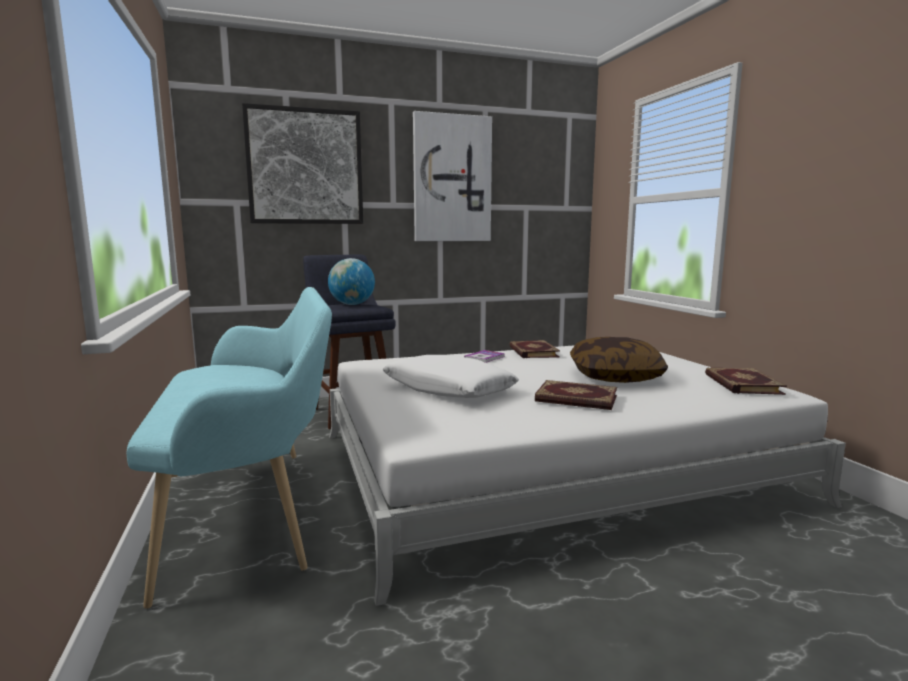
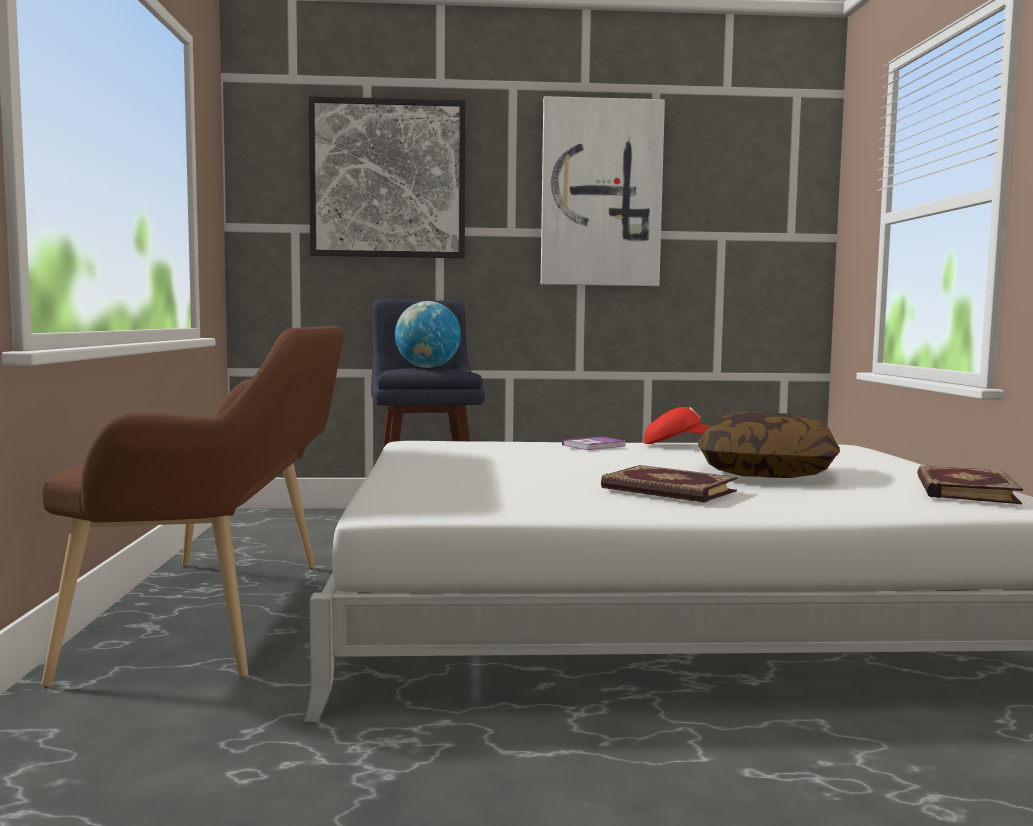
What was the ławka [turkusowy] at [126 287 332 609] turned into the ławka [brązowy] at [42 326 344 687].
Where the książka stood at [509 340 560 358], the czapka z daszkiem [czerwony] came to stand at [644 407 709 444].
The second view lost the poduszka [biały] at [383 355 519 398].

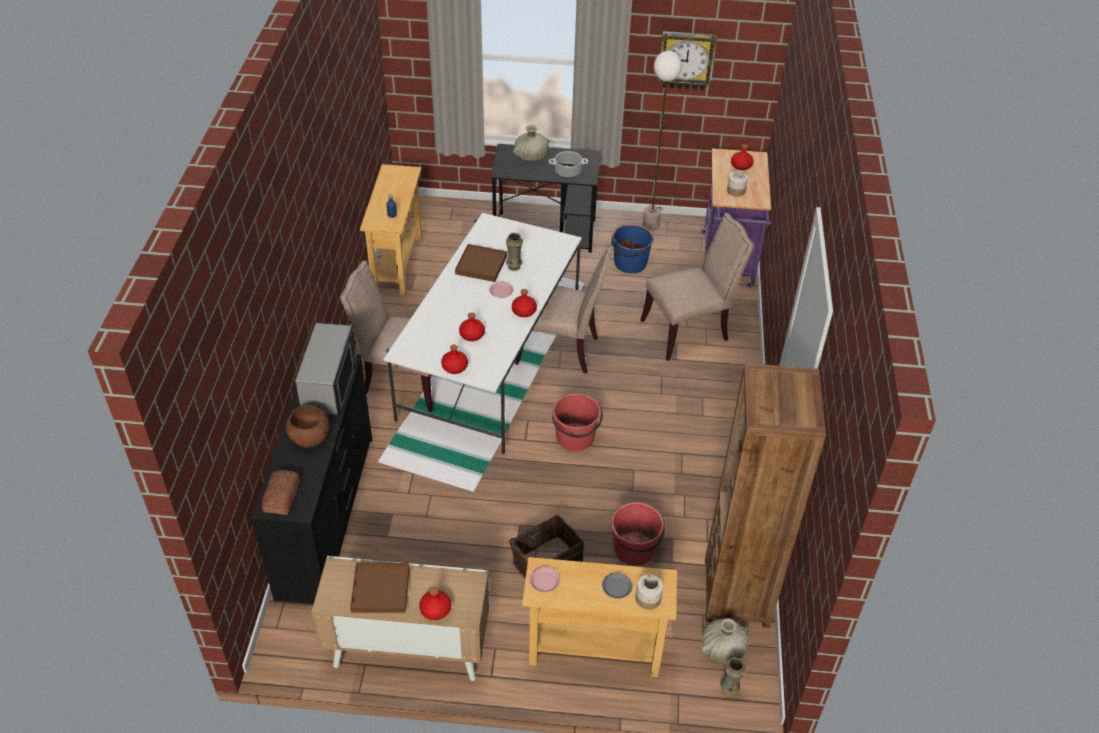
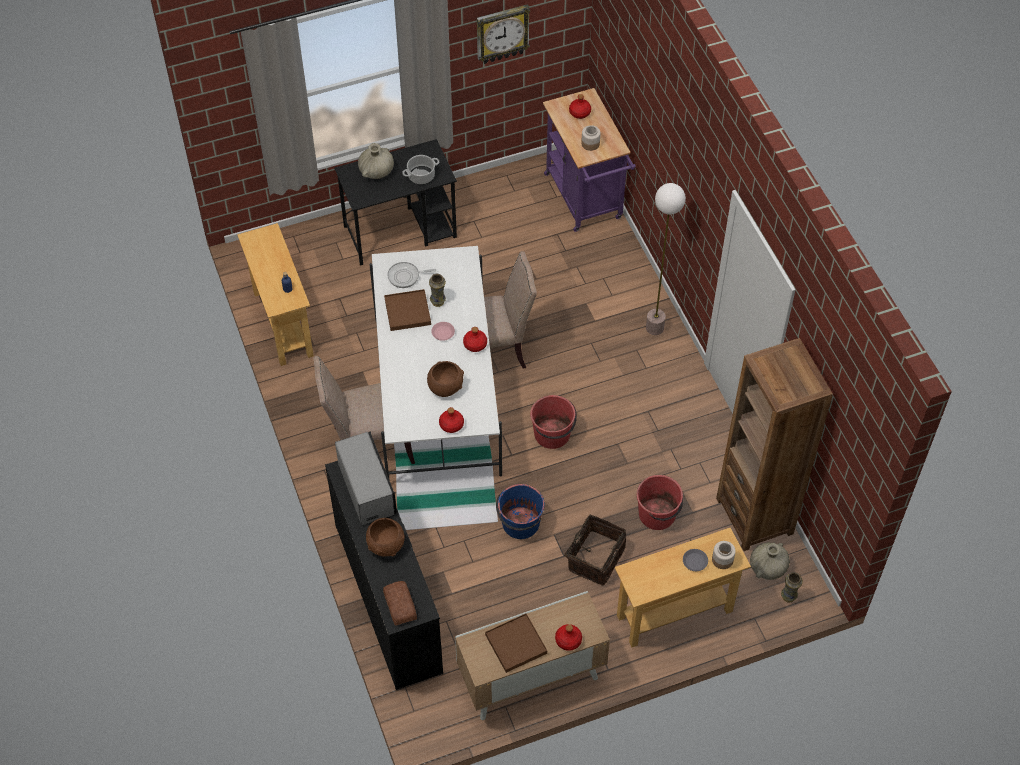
The second view gained the patelnia at [387 262 436 288].
Where the butelka [czerwony] stood at [459 312 485 341], the miska [brązowy] came to stand at [427 361 464 397].
The wiadro [niebieski] ended up elsewhere, having gone from [611 224 654 273] to [496 484 545 539].
The lampa stojąca ended up elsewhere, having gone from [643 51 682 230] to [646 183 686 335].
The second view lost the talerz [różowy] at [530 567 560 592].
The second view lost the krzesło [beżowy] at [640 213 754 361].

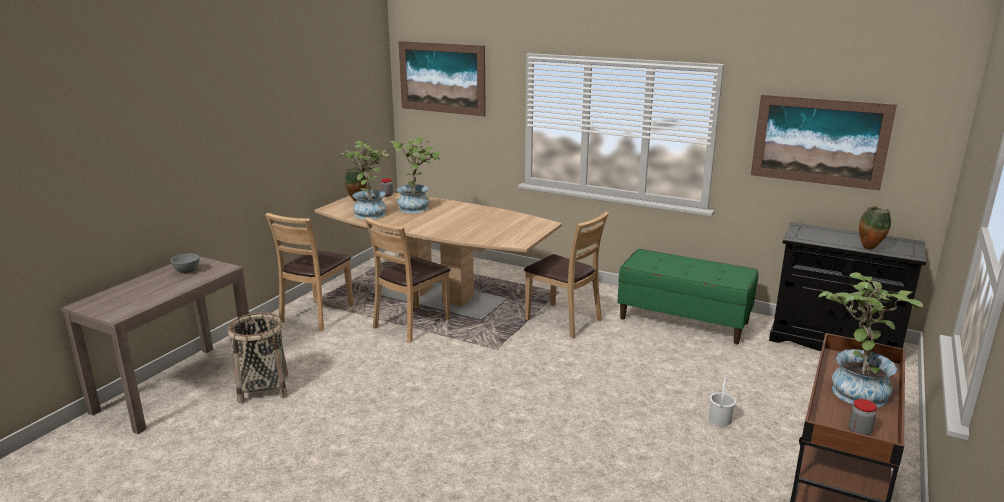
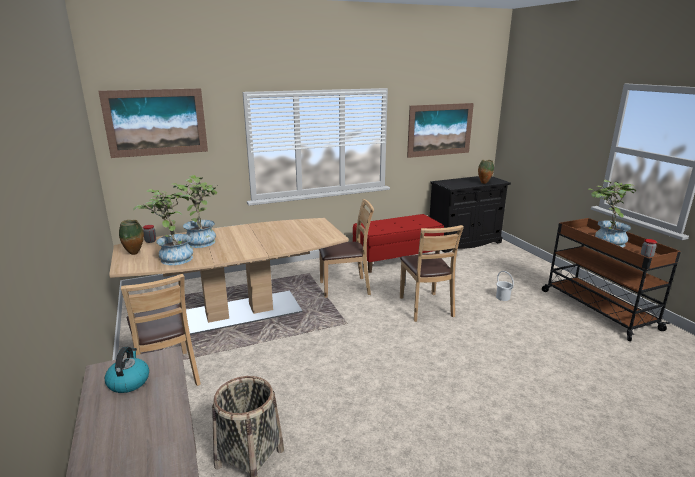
Where the miska [szary] stood at [171 254 199 273], the czajnik came to stand at [105 347 149 393].
What was the ławka [zielony] at [617 249 758 344] turned into the ławka [czerwony] at [353 214 444 273].
The krzesło [brązowy] ended up elsewhere, having gone from [364 217 451 343] to [400 225 464 322].

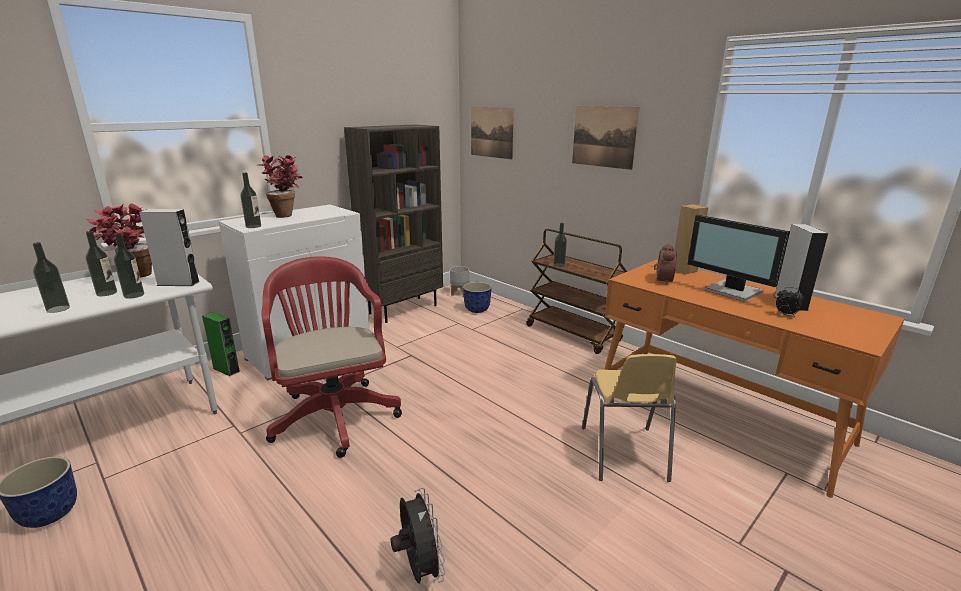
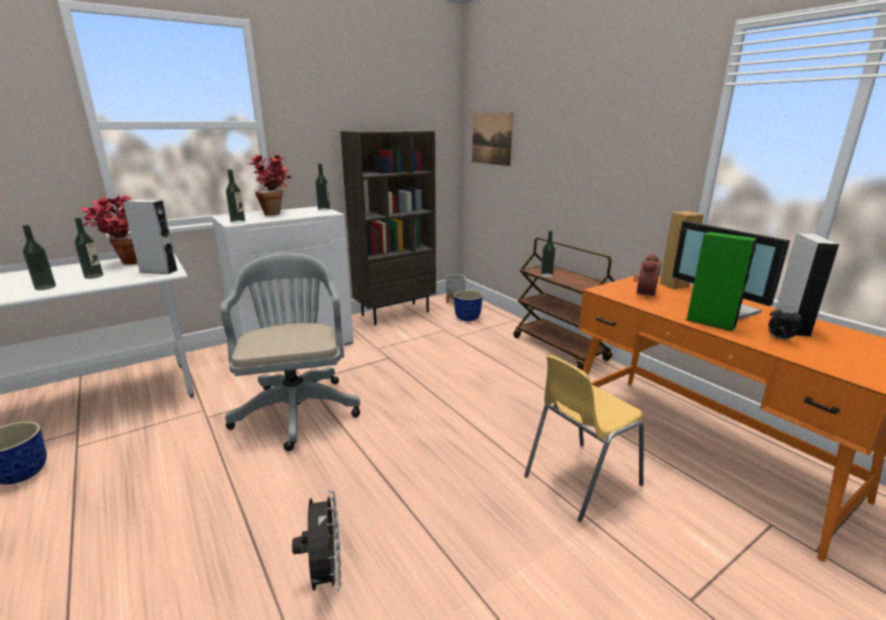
What was the krzesło biurowe [czerwony] at [261 256 402 458] turned into the krzesło biurowe [szary] at [220 252 360 451].
The butelka ended up elsewhere, having gone from [114 233 144 299] to [315 163 330 211].
The krzesło [żółty] at [582 354 677 482] ended up facing another way, 45 degrees clockwise from before.
The głośnik [zielony] ended up elsewhere, having gone from [202 312 240 376] to [686 232 757 332].
The second view lost the obraz at [572 106 640 170].

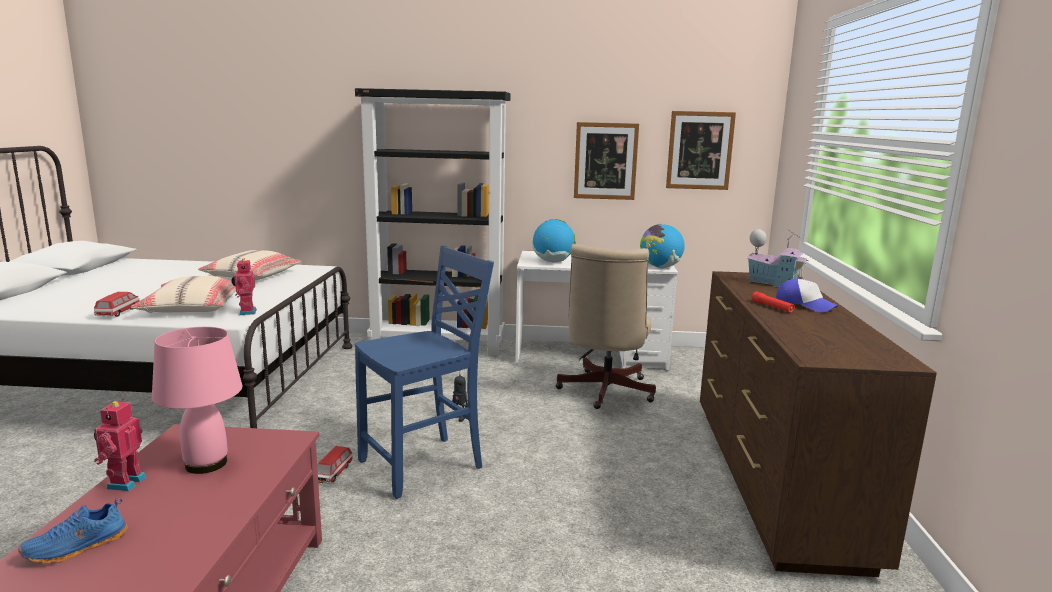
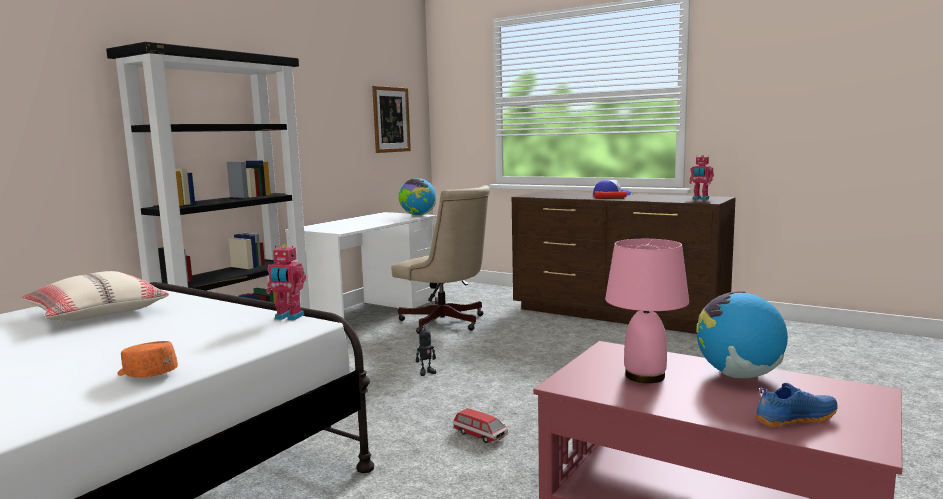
Where the samochodzik stood at [94 292 139 317], the czapka z daszkiem [pomarańczowy] came to stand at [118 341 178 378].
The robot zabawkowy ended up elsewhere, having gone from [94 398 146 491] to [689 155 714 200].
The globus ended up elsewhere, having gone from [532 219 576 262] to [696 291 788 378].
The but [niebieski] at [18 498 128 564] ended up facing another way, 90 degrees counterclockwise from before.
The second view lost the poduszka [beżowy] at [131 276 236 313].
The second view lost the krzesło [niebieski] at [355 245 494 499].
The second view lost the obraz at [574 122 639 200].
The second view lost the domek at [746 229 808 287].

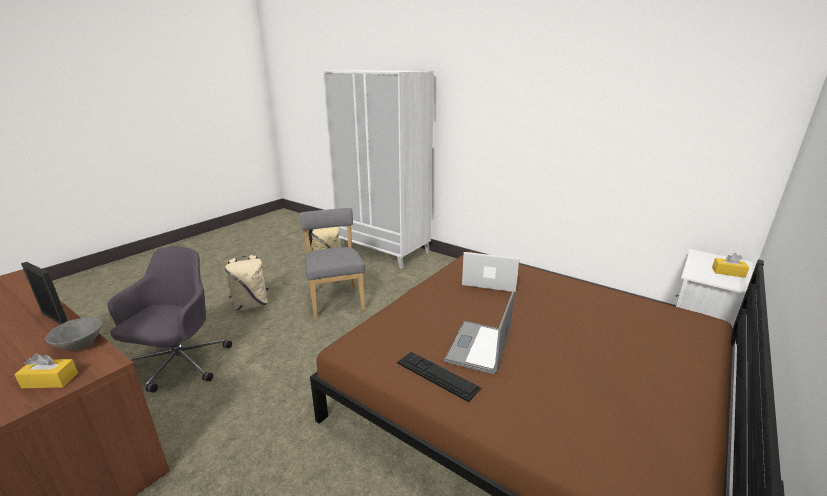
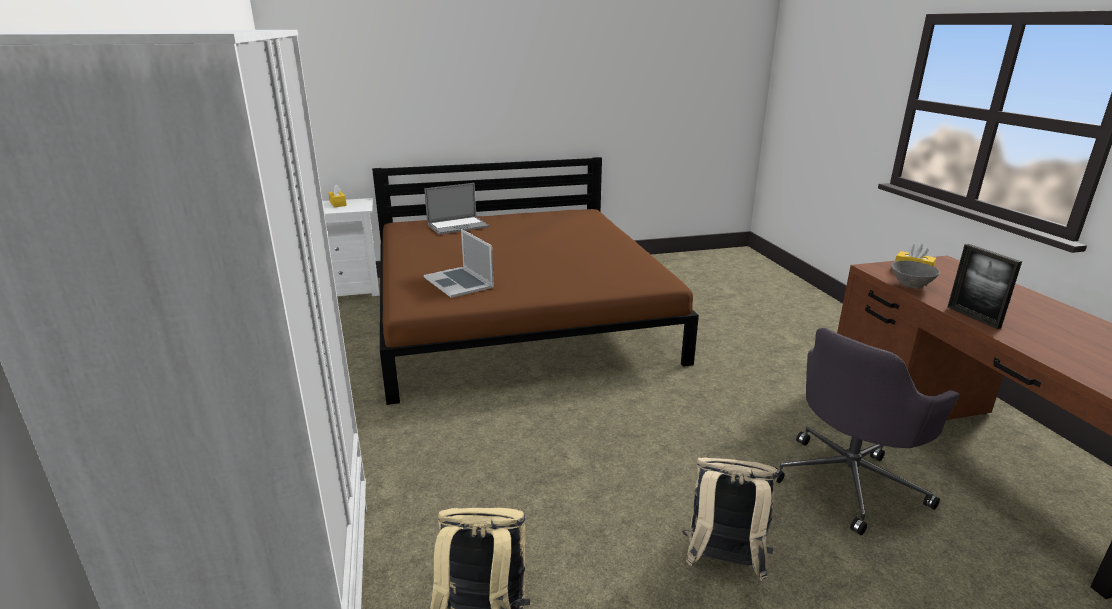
The laptop ended up elsewhere, having gone from [444 291 514 374] to [424 183 489 235].
The second view lost the krzesło [szary] at [299 208 365 318].
The second view lost the klawiatura at [397 352 481 402].

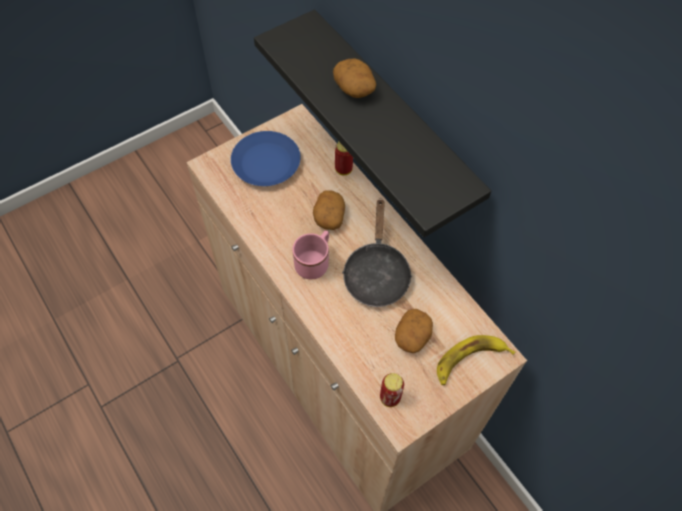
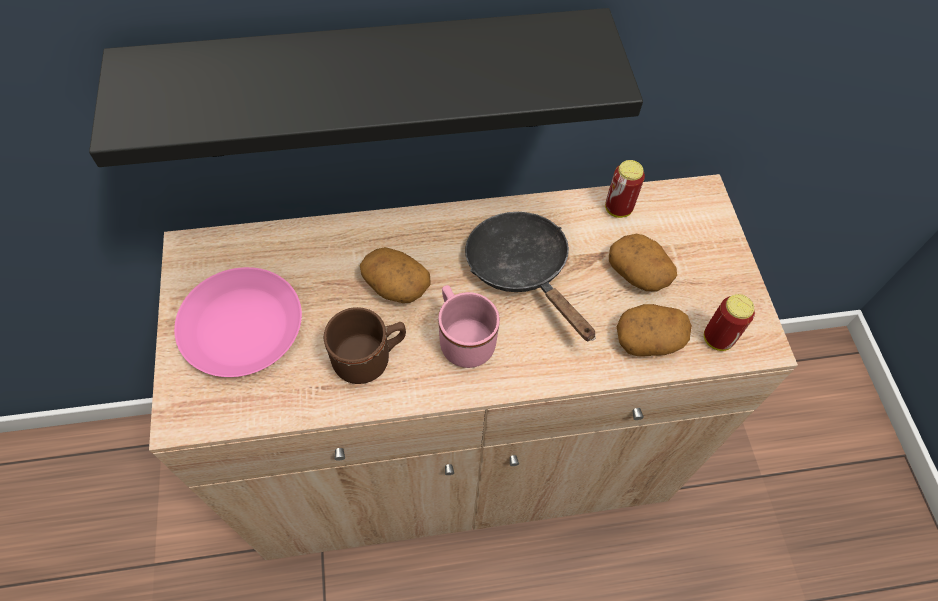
What was the talerz [niebieski] at [231 131 300 186] turned into the talerz [różowy] at [174 267 302 377].
The second view gained the kubek [brązowy] at [324 307 406 384].
The patelnia [czarny] at [342 198 412 307] ended up facing another way, 150 degrees counterclockwise from before.
The puszka ended up elsewhere, having gone from [335 142 353 175] to [605 160 645 218].
The ziemniak ended up elsewhere, having gone from [333 59 376 98] to [617 304 692 356].
The second view lost the banan at [437 335 515 385].

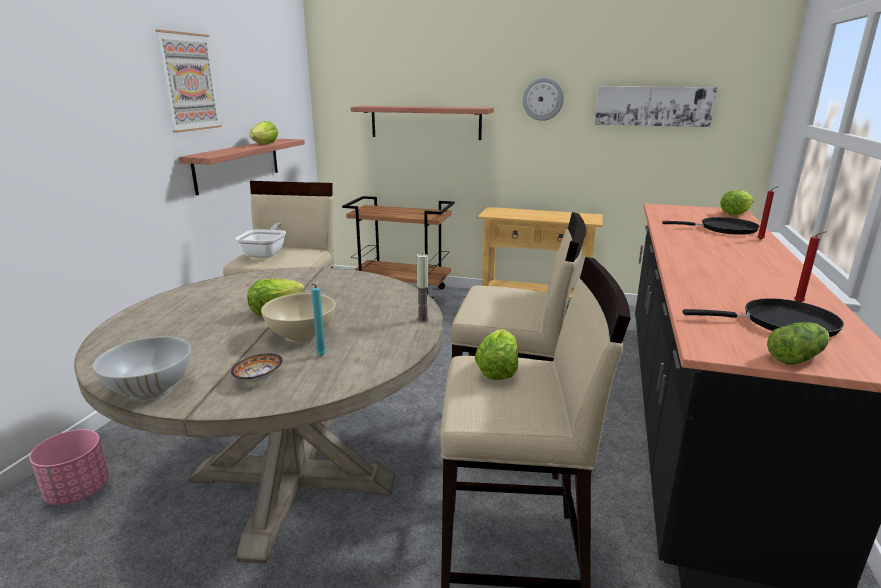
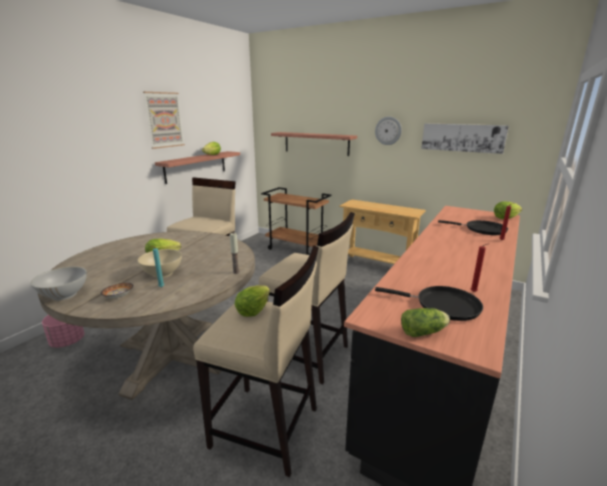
The second view lost the patelnia at [235 223 286 258].

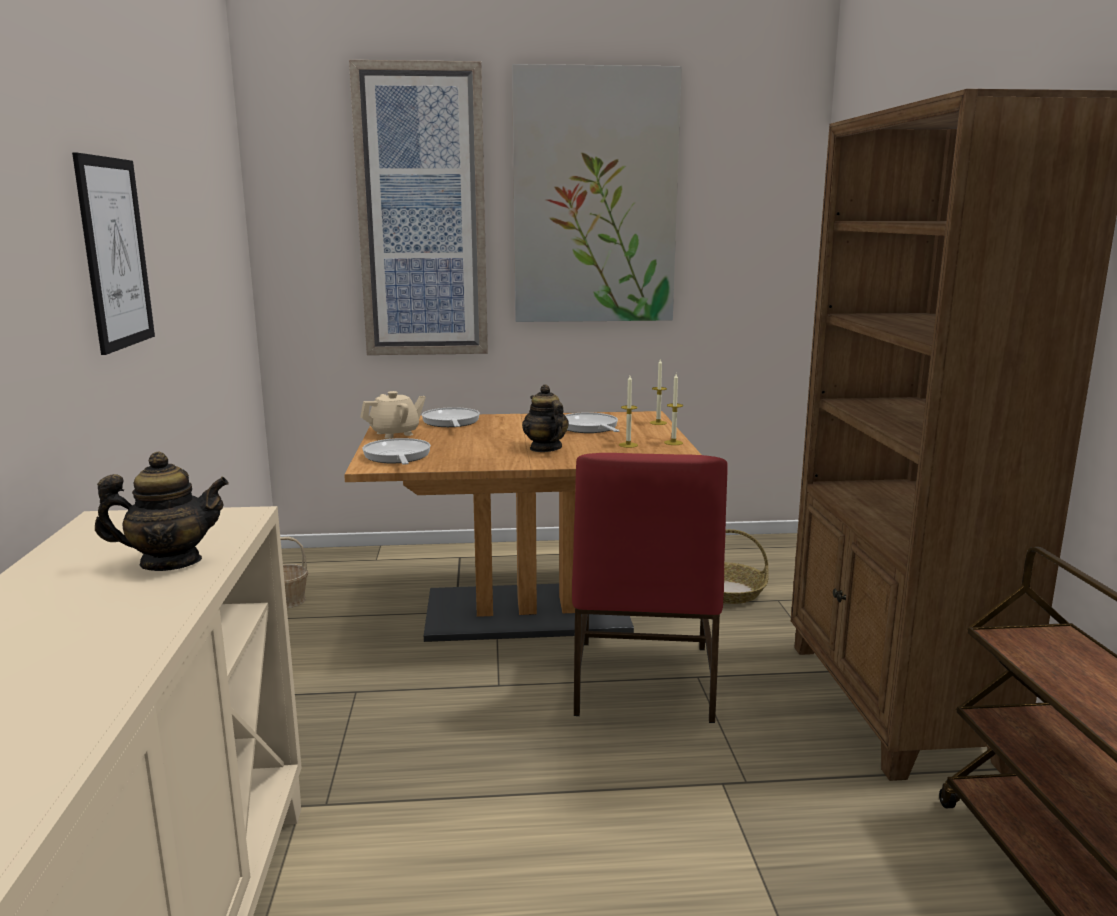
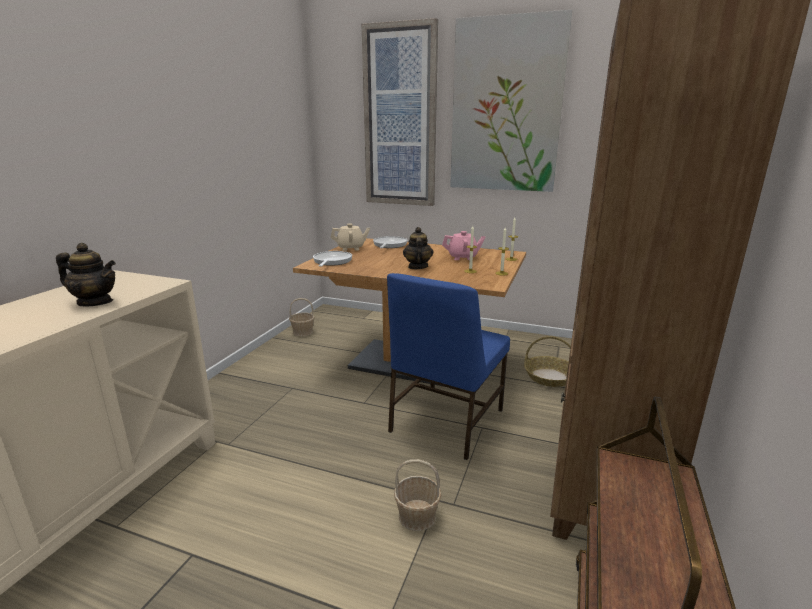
What was the krzesło [czerwony] at [572 453 728 723] turned into the krzesło [niebieski] at [387 273 510 460].
The second view gained the koszyk at [394 459 441 531].
Where the patelnia stood at [565 412 620 433], the imbryk [różowy] came to stand at [442 231 485 260].
The second view lost the obraz at [72 153 155 355].

